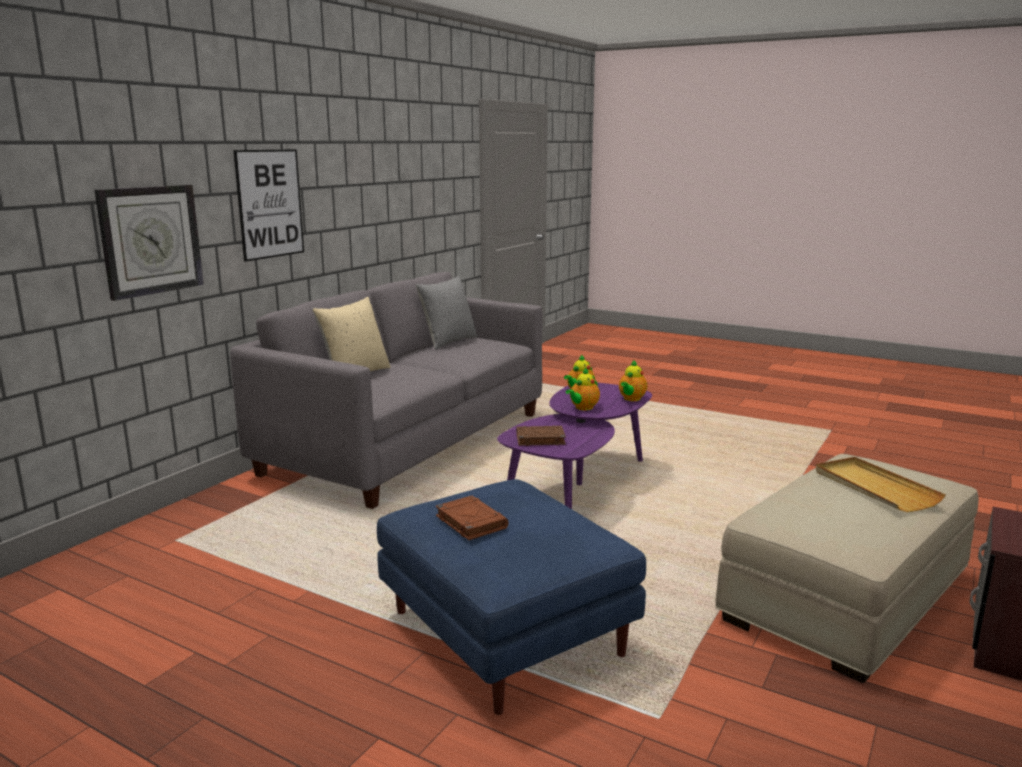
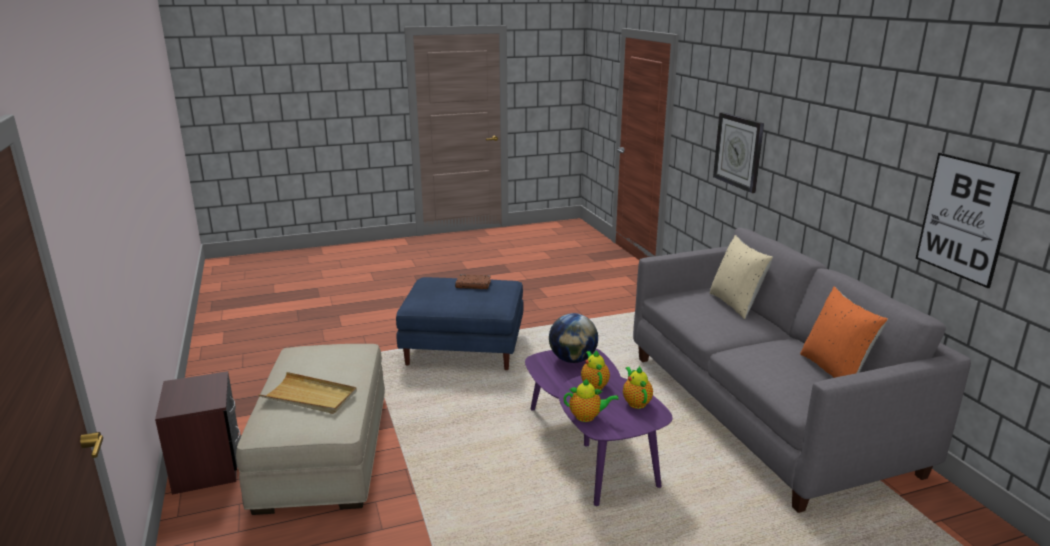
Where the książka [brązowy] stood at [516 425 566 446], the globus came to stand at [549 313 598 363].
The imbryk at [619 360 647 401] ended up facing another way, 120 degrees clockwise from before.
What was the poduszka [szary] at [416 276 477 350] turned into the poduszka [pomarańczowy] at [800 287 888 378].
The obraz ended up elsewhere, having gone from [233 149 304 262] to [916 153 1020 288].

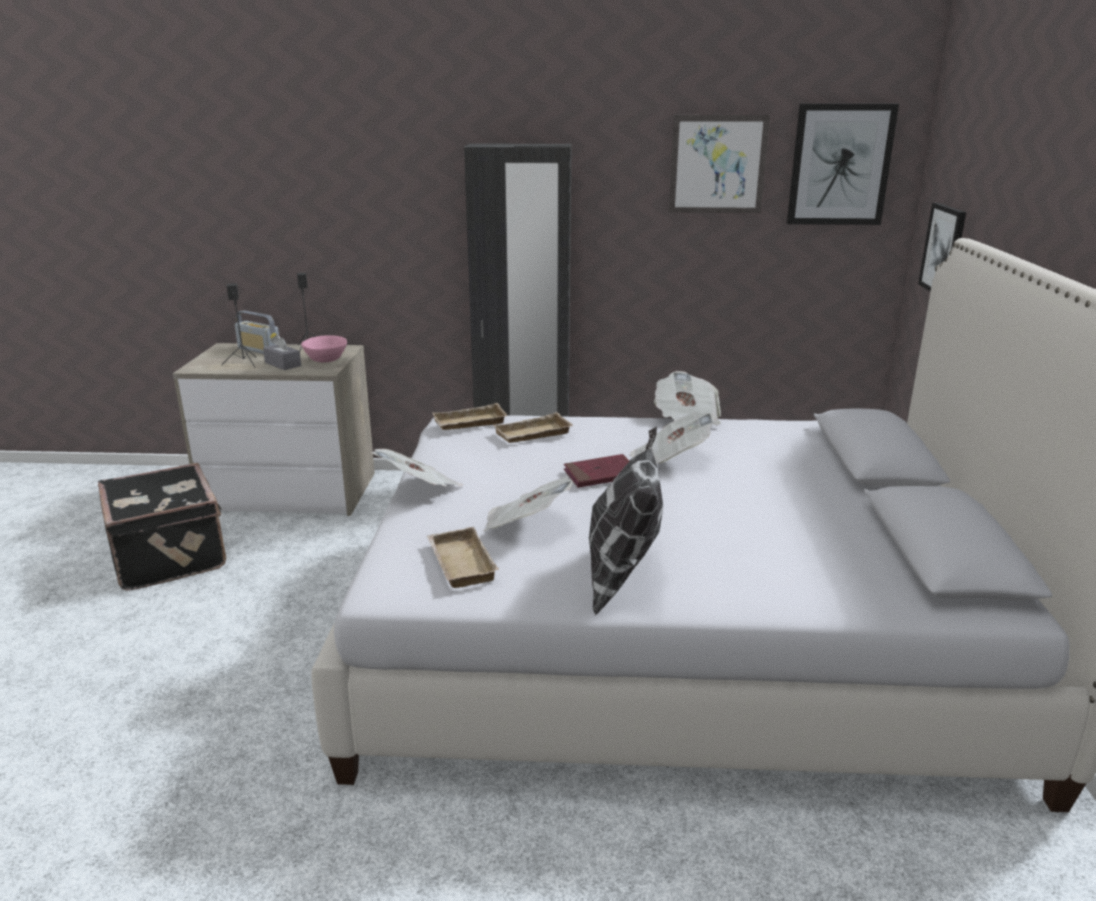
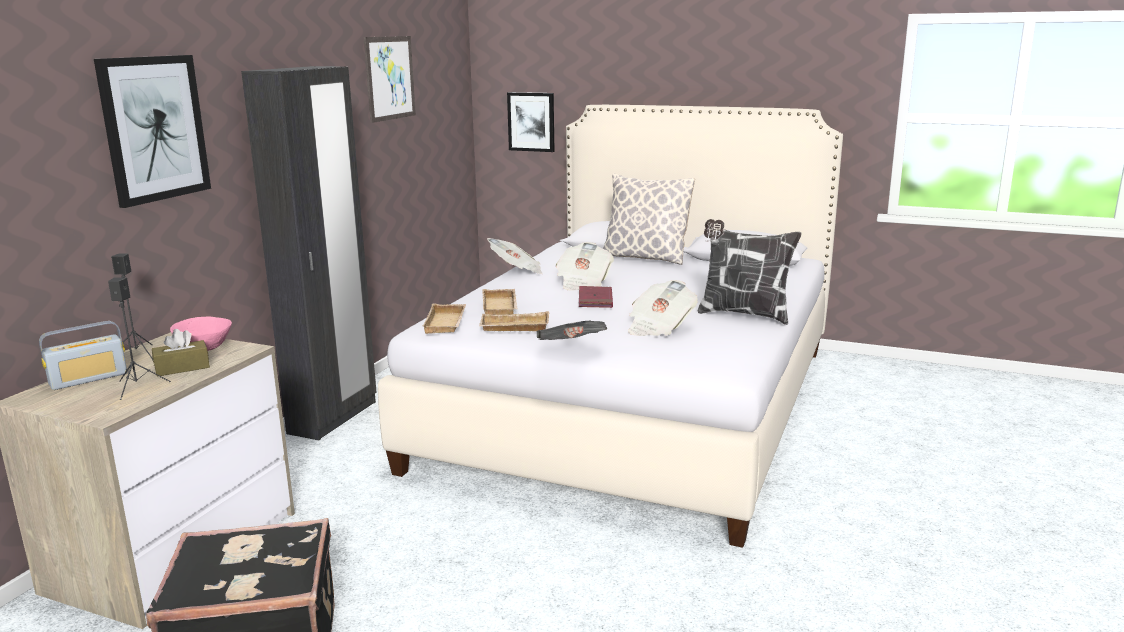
The obraz ended up elsewhere, having gone from [787 104 899 225] to [94 55 211 208].
What was the pudełko chusteczek [szary] at [263 334 301 370] turned into the pudełko chusteczek [brązowy] at [152 329 210 377].
The taca [beżowy] ended up elsewhere, having gone from [427 527 499 588] to [479 311 549 331].
The second view gained the poduszka at [603 173 695 265].

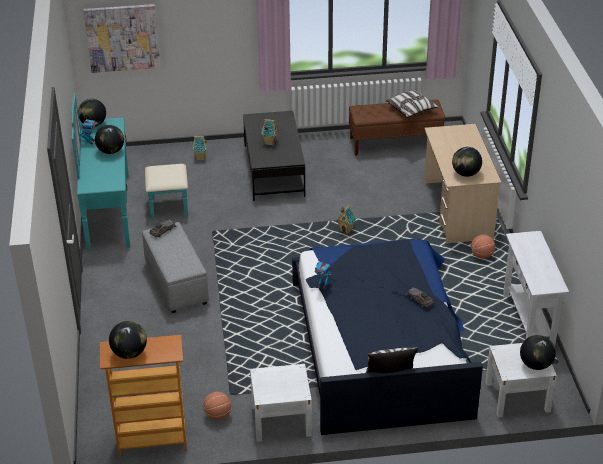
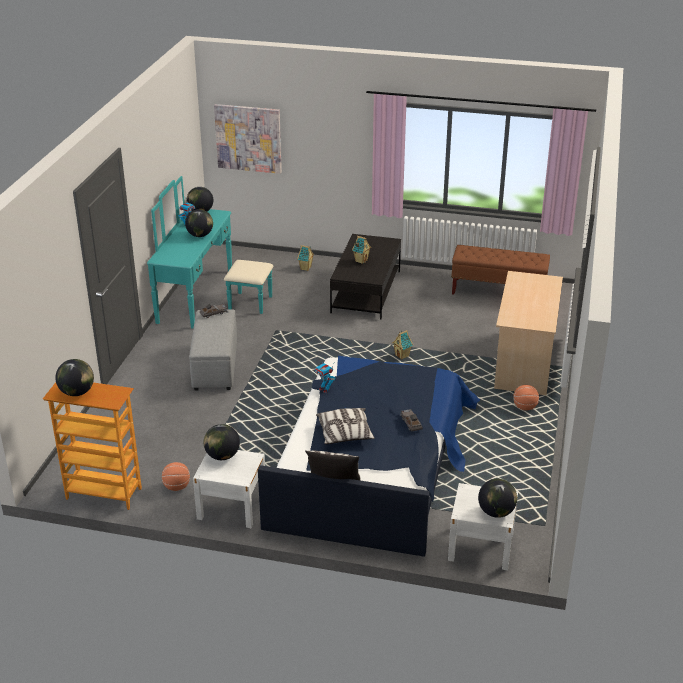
The globus ended up elsewhere, having gone from [452 147 482 177] to [204 424 240 460].
The poduszka ended up elsewhere, having gone from [386 90 438 117] to [316 408 375 444].
The second view lost the stolik konsolowy [biały] at [503 231 569 346].

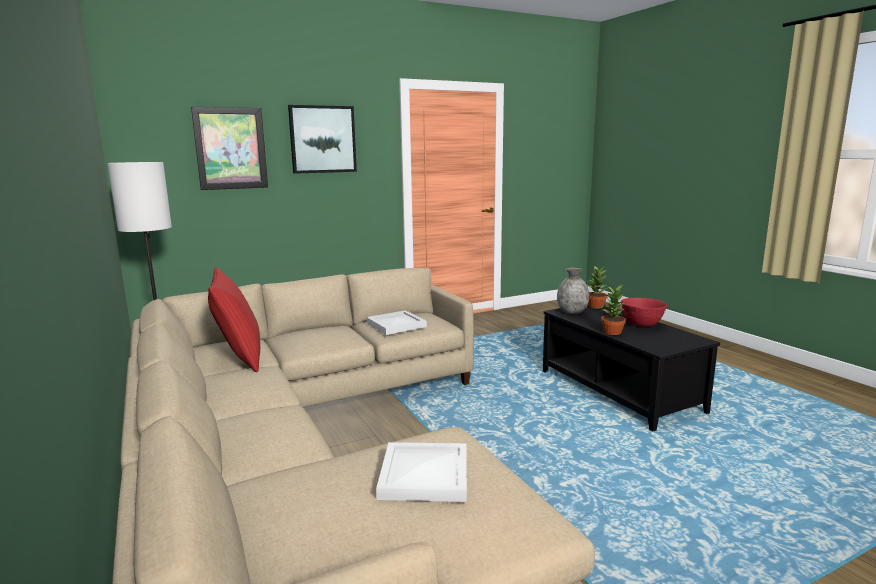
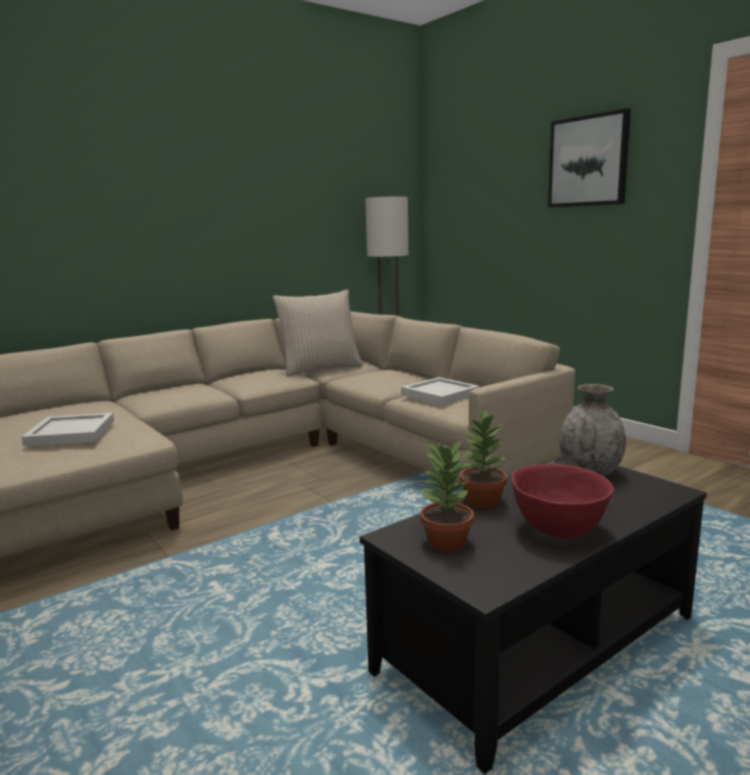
What was the poduszka [czerwony] at [208 267 260 372] turned into the poduszka [beżowy] at [272 289 363 376].
The roślina doniczkowa ended up elsewhere, having gone from [588 267 607 309] to [419 440 474 552].
The second view lost the obraz at [191 107 268 190].

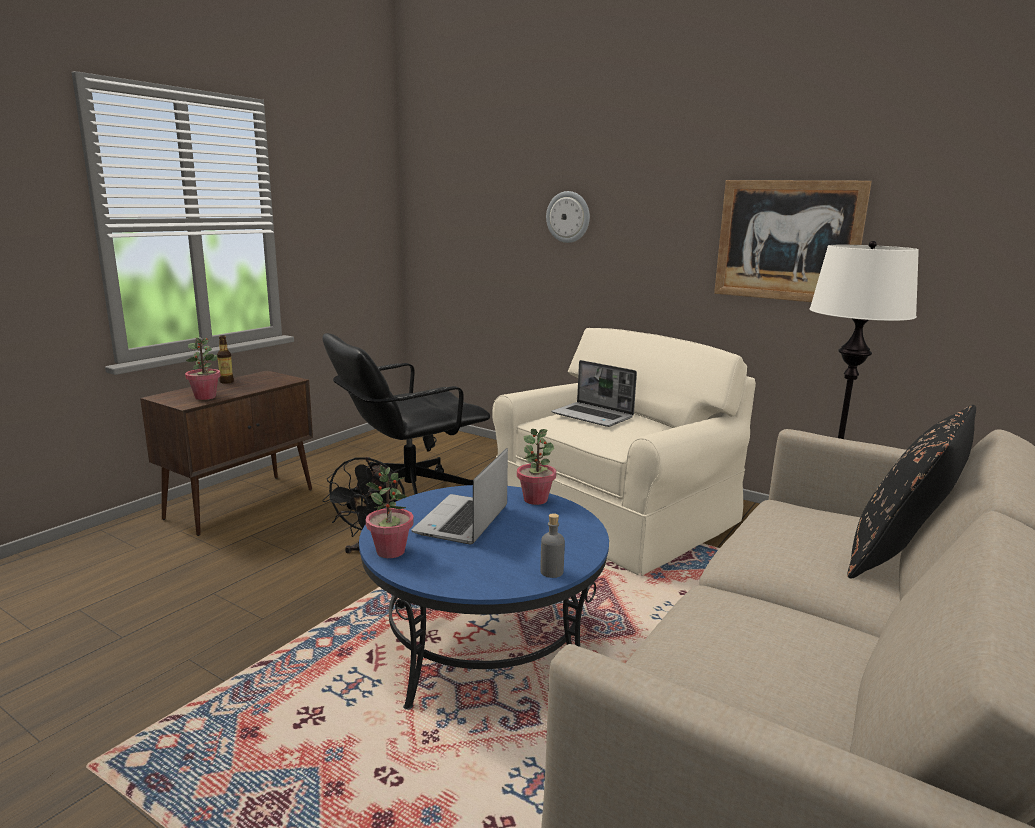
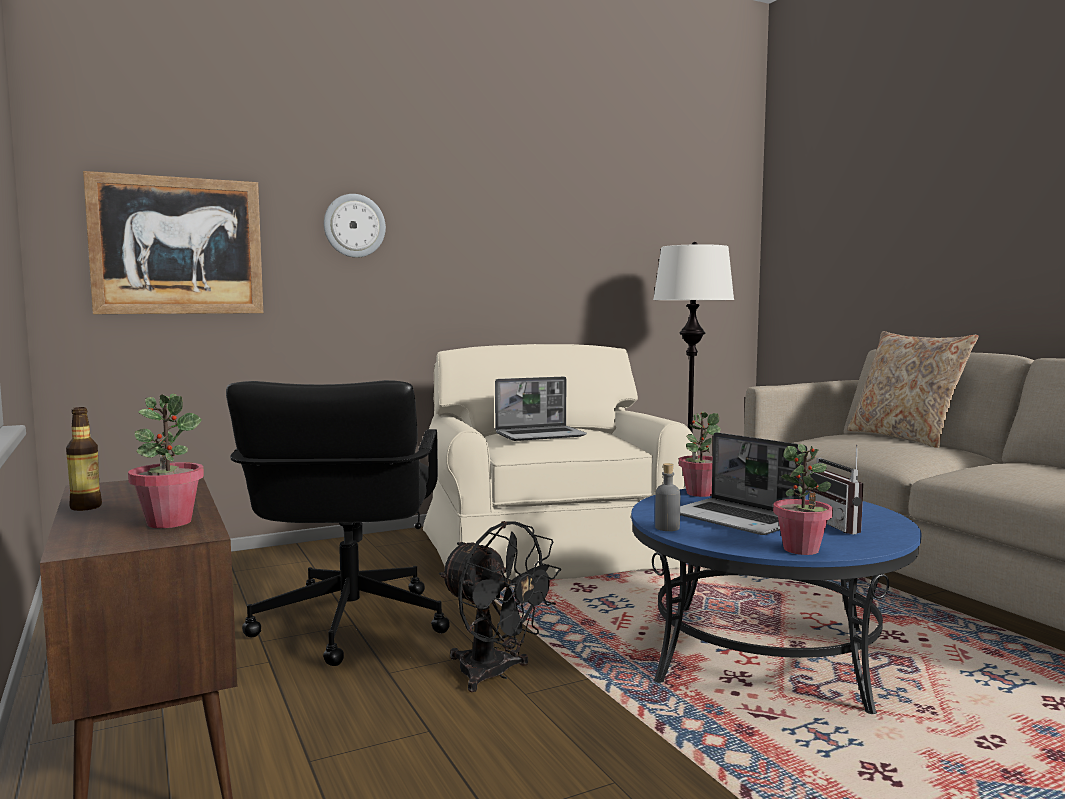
The obraz ended up elsewhere, having gone from [714 180 872 302] to [83 171 263 314].
The butelka [szary] ended up elsewhere, having gone from [540 513 565 578] to [655 463 680 531].
The second view gained the radio at [809 445 864 534].
What was the poduszka [czarny] at [847 405 976 578] turned into the poduszka [beżowy] at [847 331 978 448].

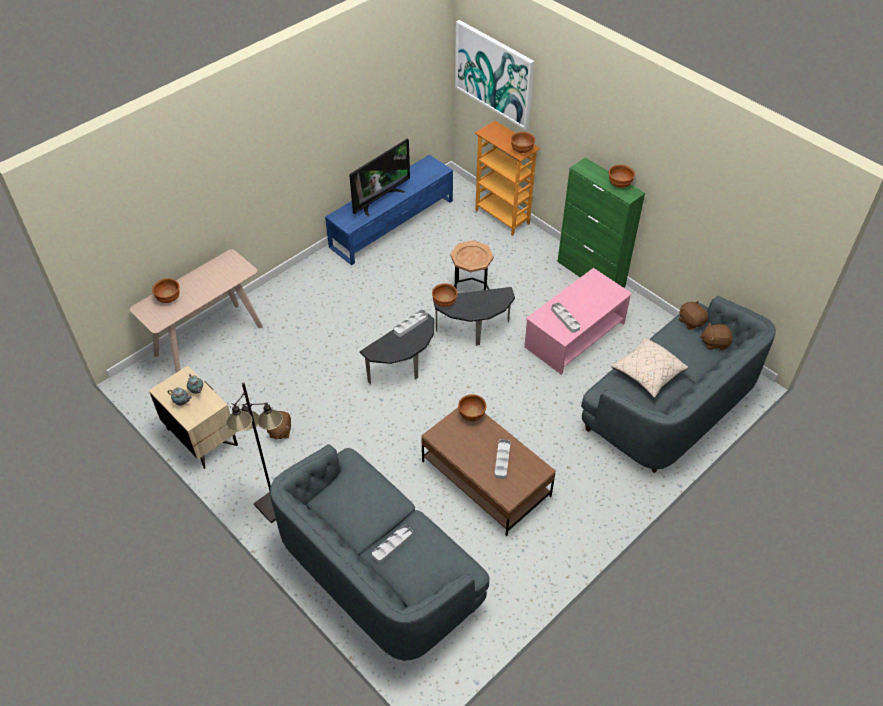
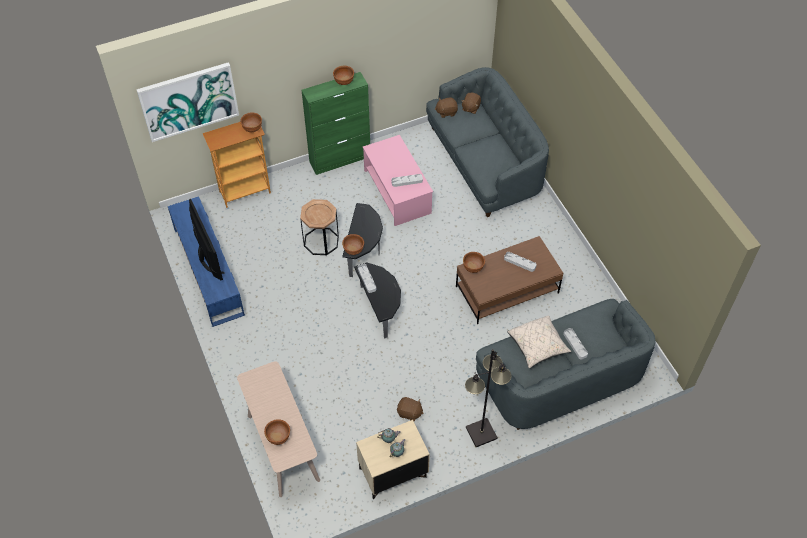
The poduszka [beżowy] ended up elsewhere, having gone from [610 337 688 398] to [507 315 571 368].

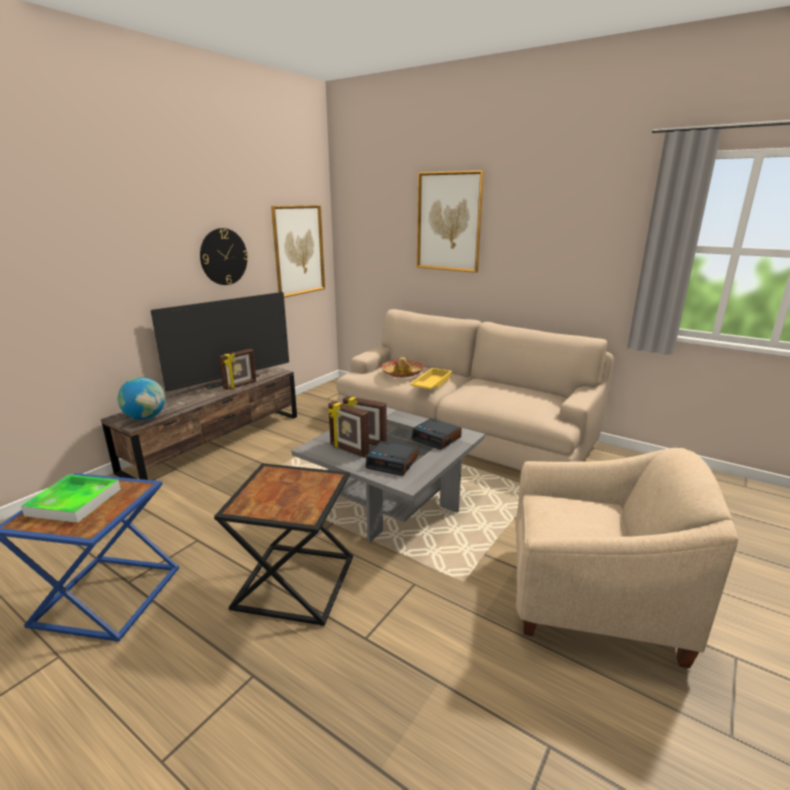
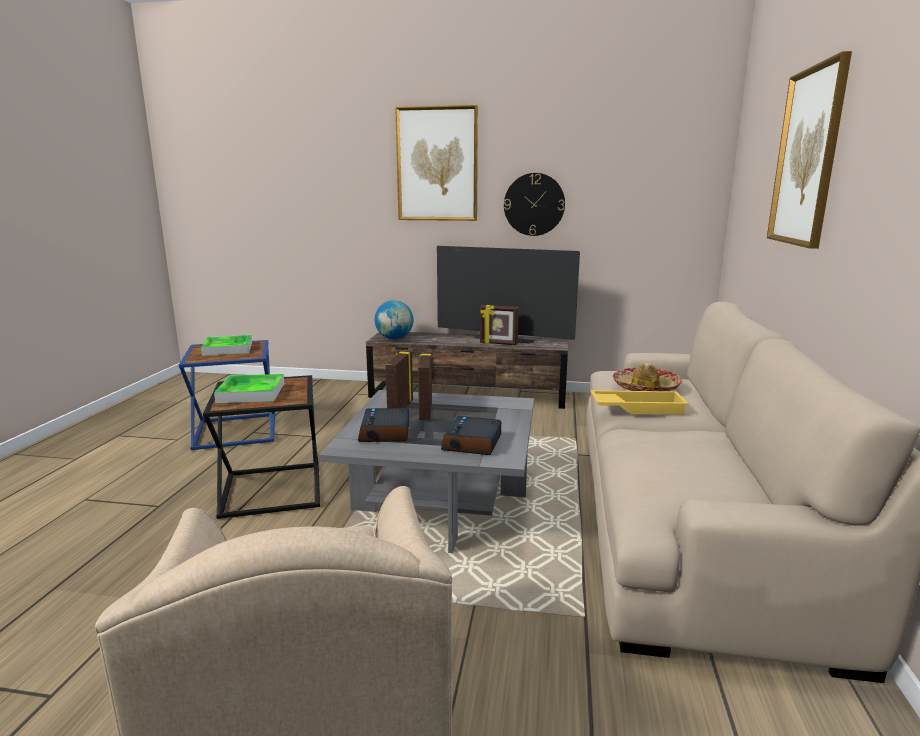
The second view gained the taca at [214 374 284 403].
The obraz ended up elsewhere, having gone from [271 205 325 298] to [395 105 478 221].

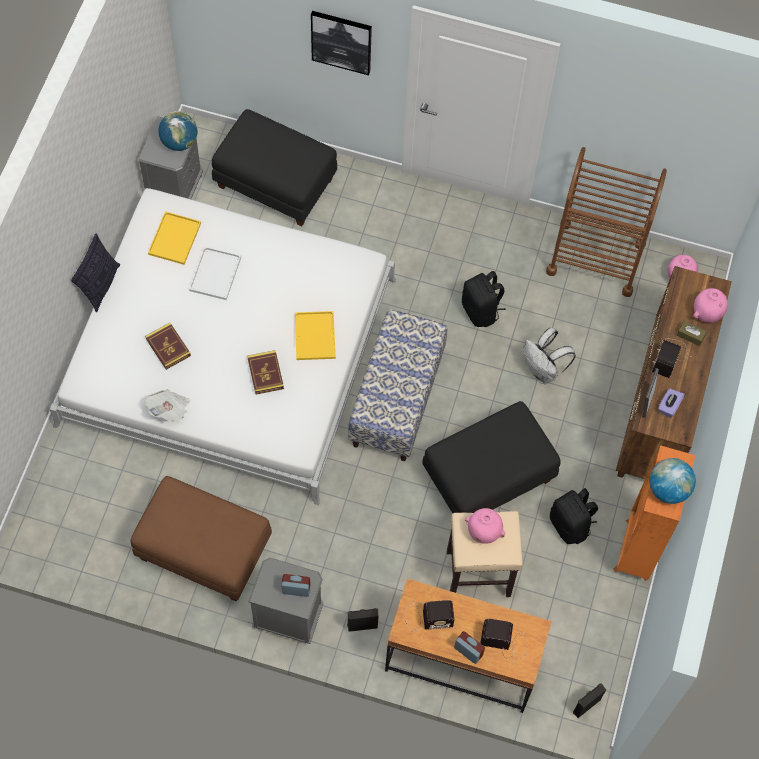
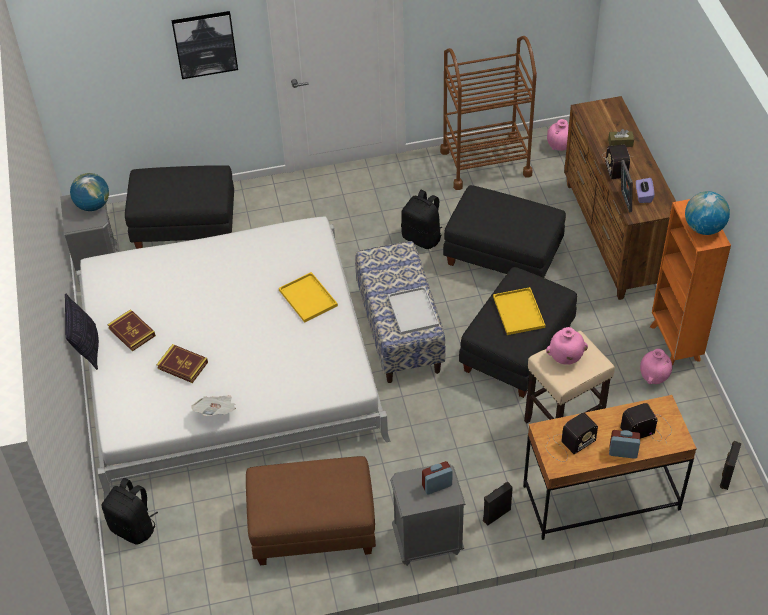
The plecak [czarny] ended up elsewhere, having gone from [550 488 598 544] to [101 478 158 545].
The książka ended up elsewhere, having gone from [247 350 284 395] to [107 309 156 352].
The taca [biały] ended up elsewhere, having gone from [189 247 241 300] to [388 286 439 335].
Where the plecak [biały] stood at [523 328 576 384], the pufa [czarny] came to stand at [443 185 566 278].
The taca [żółty] ended up elsewhere, having gone from [148 211 201 265] to [493 287 545 335].
The wazon [różowy] ended up elsewhere, having gone from [693 288 728 322] to [640 349 672 384].

